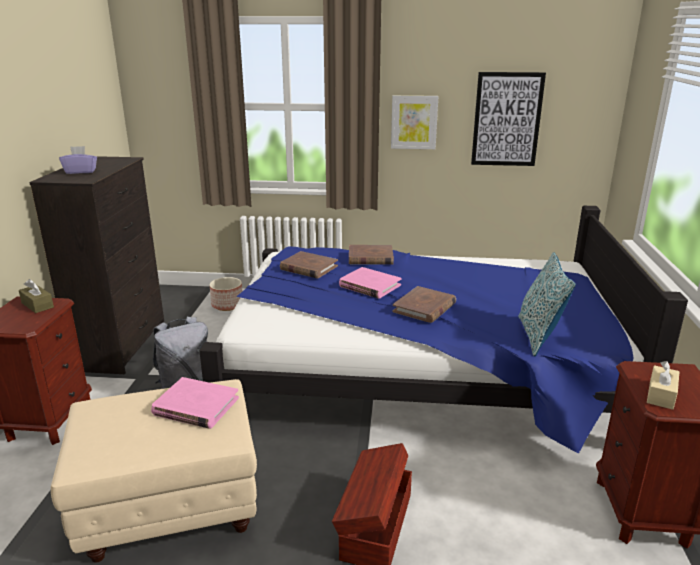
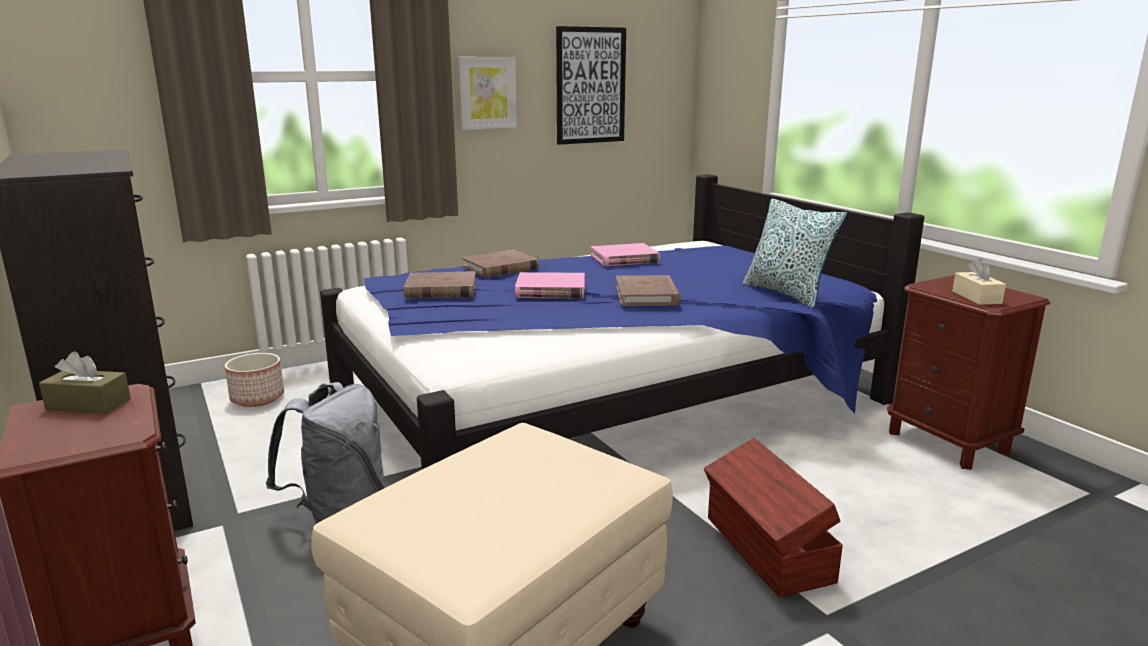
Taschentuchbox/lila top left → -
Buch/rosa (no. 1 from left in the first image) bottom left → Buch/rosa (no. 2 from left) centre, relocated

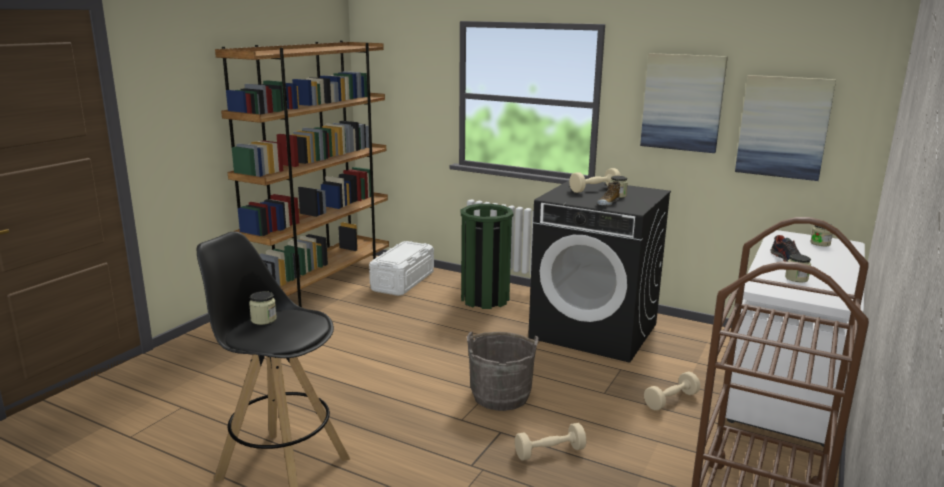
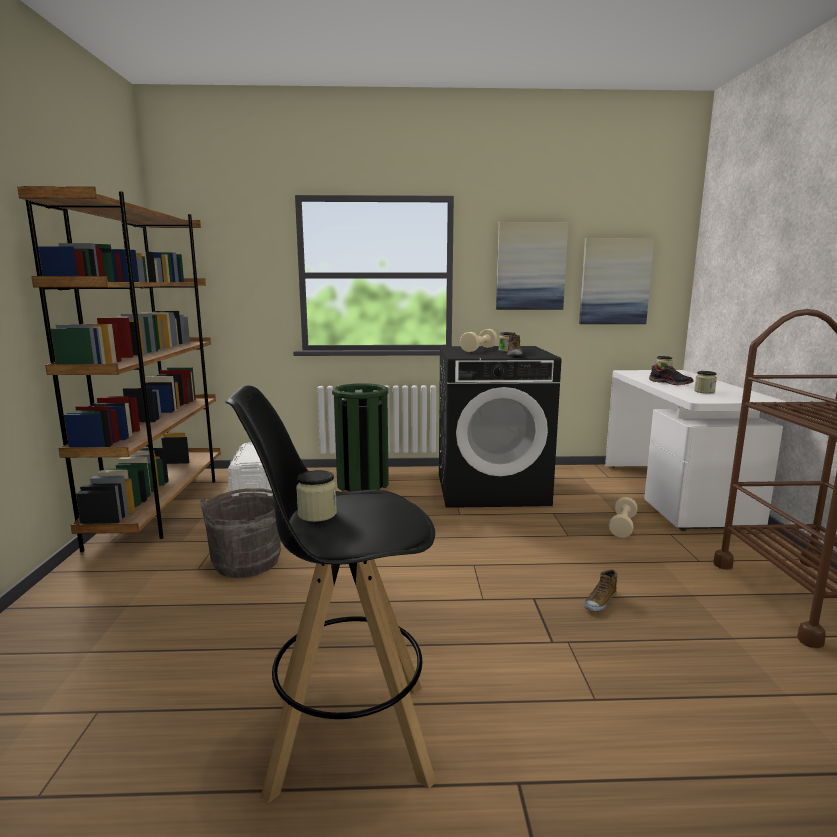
Eimer/grau bottom centre → Eimer/grau middle left, relocated
Hantel/beige (no. 1 from left) bottom centre → Schuh (no. 2 from left) bottom right

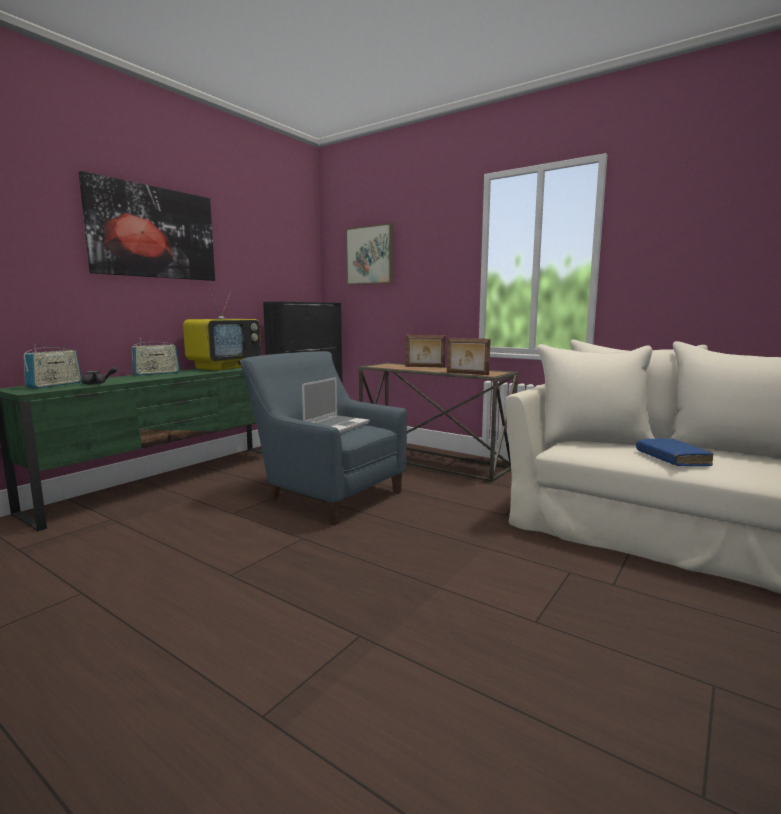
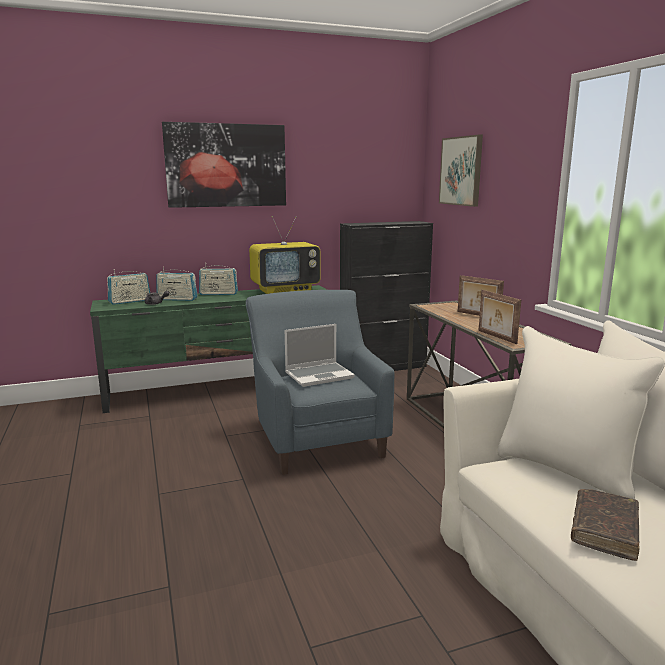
- → Radio (no. 2 from left) middle left
Buch/blau middle right → Buch/braun bottom right

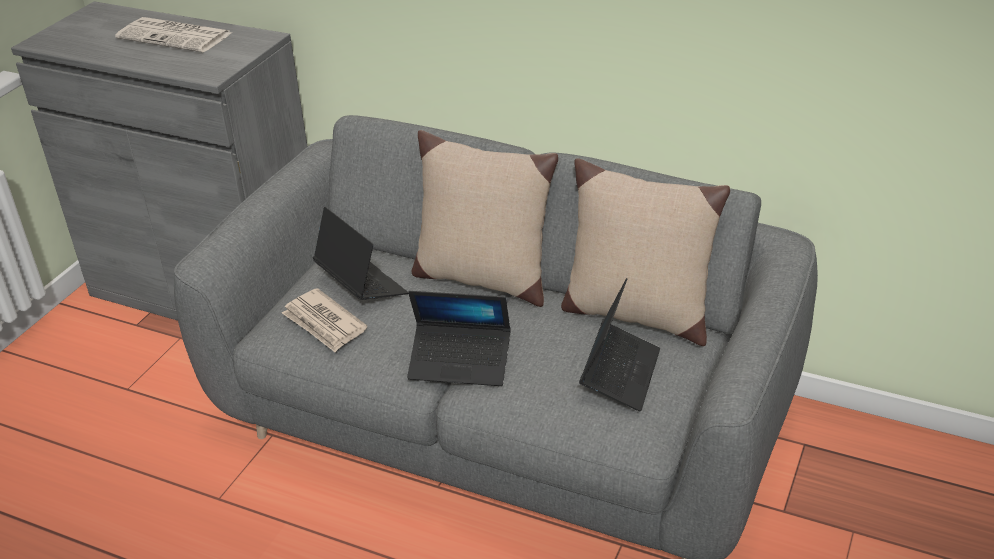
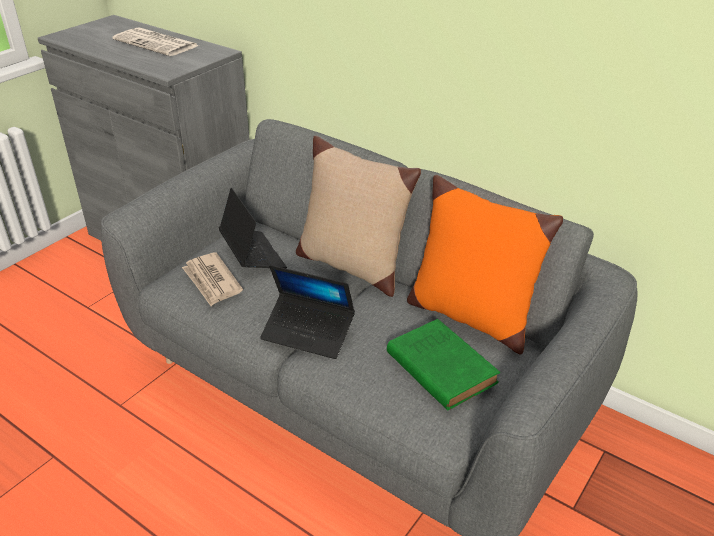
Laptop (no. 3 from left) centre → Buch/grün bottom centre
Kissen/beige (no. 2 from left) centre → Kissen/orange middle right

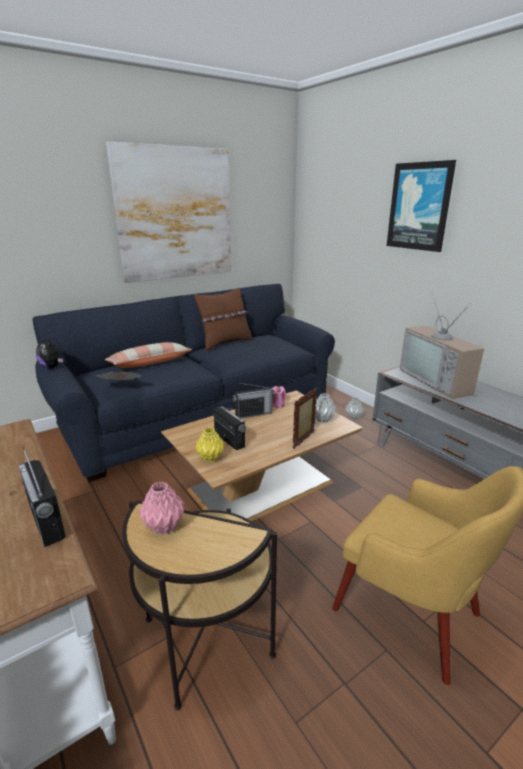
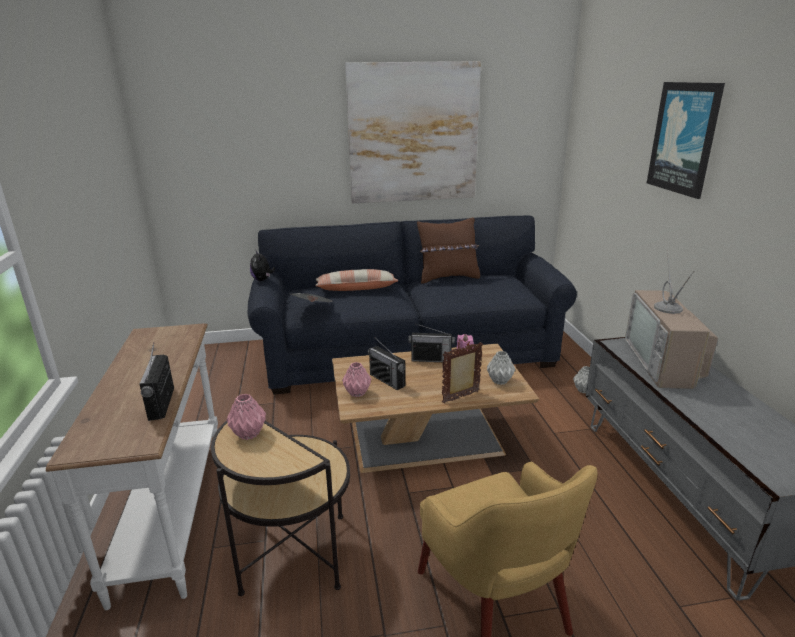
Vase/gelb centre → Vase/rosa (no. 2 from left) centre
Radio (no. 2 from left) centre, 150 degrees clockwise

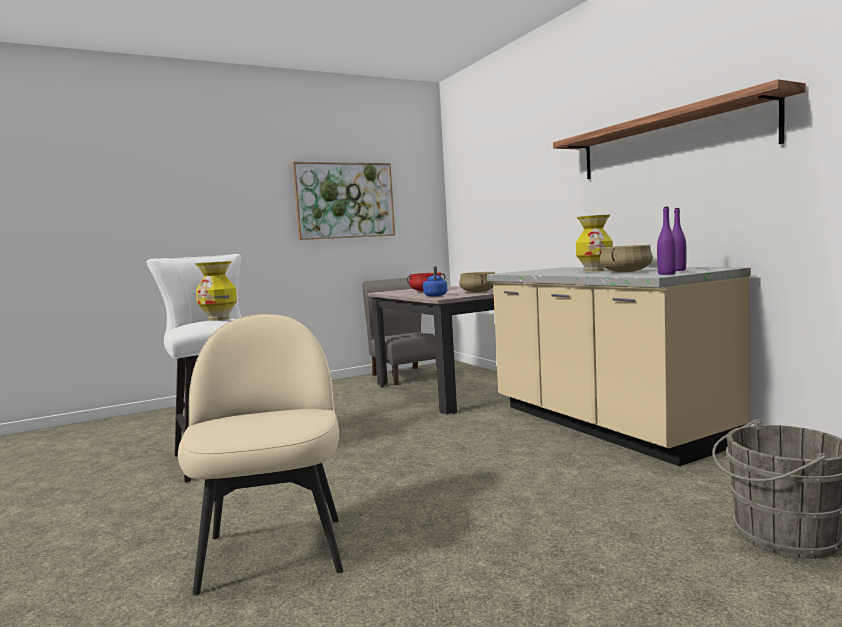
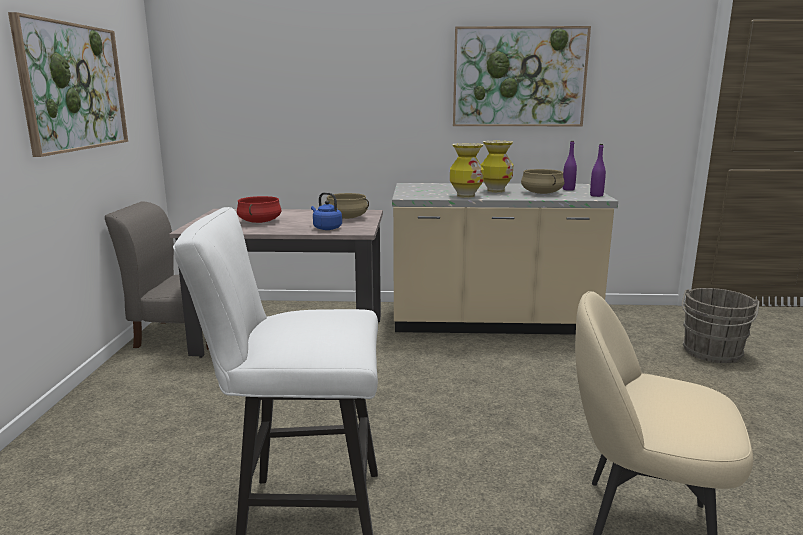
Vase (no. 1 from left) middle left → Vase (no. 1 from left) top centre, relocated
Wandregal top right → Bild (no. 2 from left) top centre

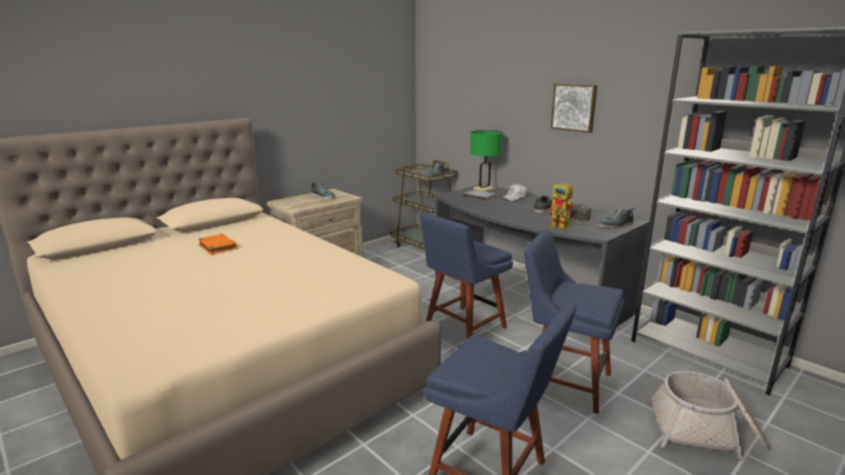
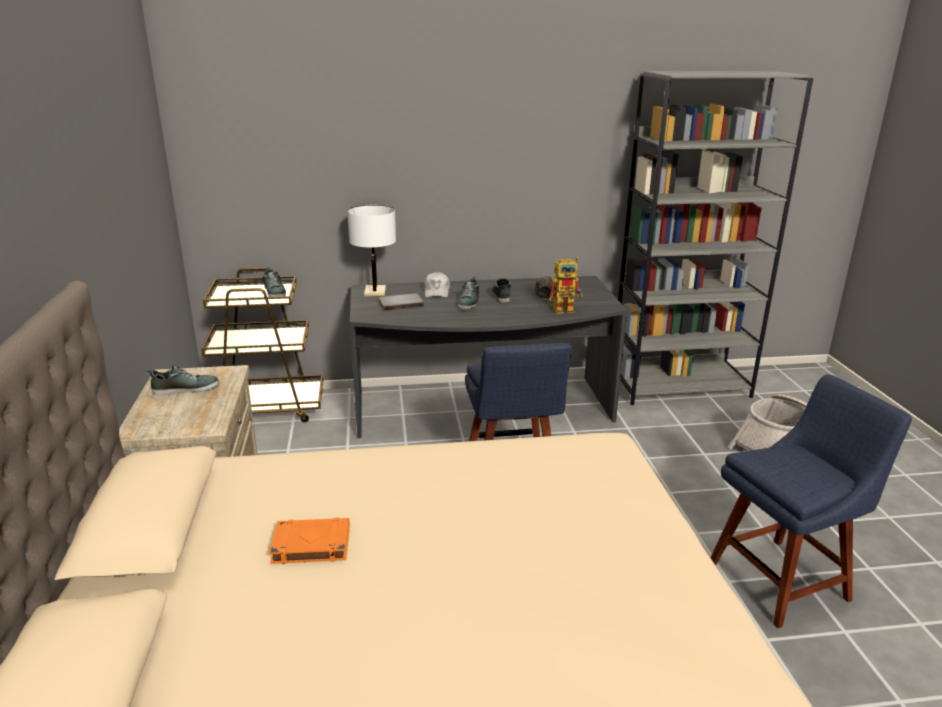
Stuhl/blau (no. 3 from left) bottom right → -
Bild top right → -
Schuh (no. 4 from left in the first image) middle right → Schuh (no. 3 from left) centre, relocated
Tischlampe/grün centre → Tischlampe/weiß centre

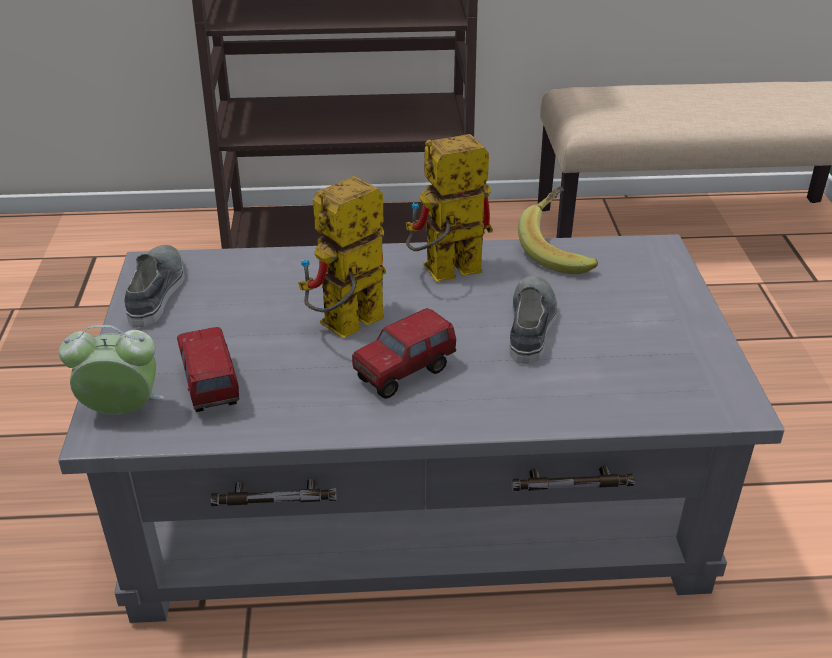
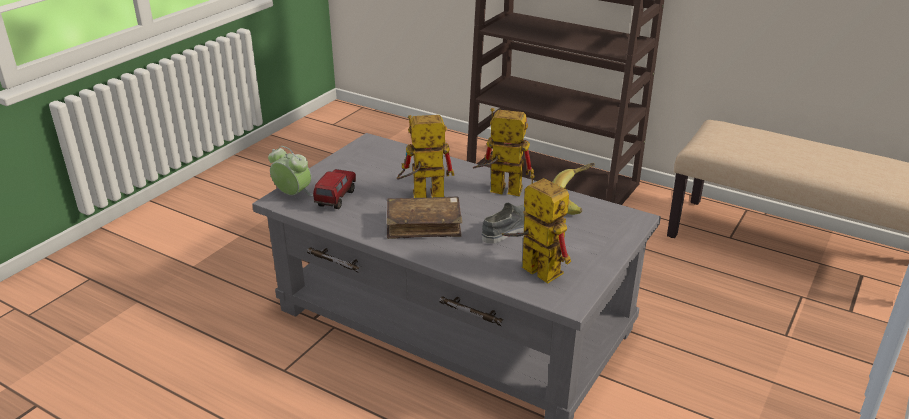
Schuh/grau (no. 1 from left) middle left → -
- → Spielzeugroboter (no. 3 from left) centre
Spielzeuglaster (no. 2 from left) centre → Buch/braun centre

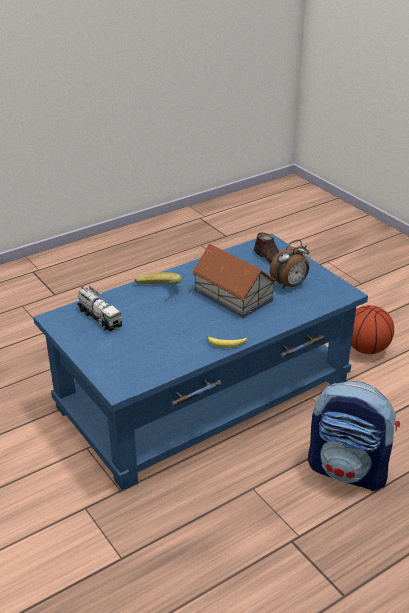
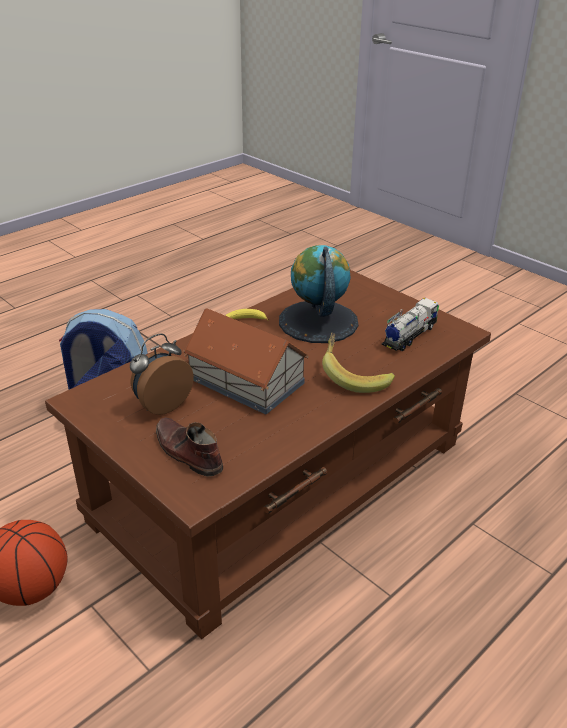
- → Globus centre
Couchtisch/blau centre → Couchtisch/braun centre
Spielzeuglaster middle left → Spielzeuglaster middle right, 90 degrees clockwise

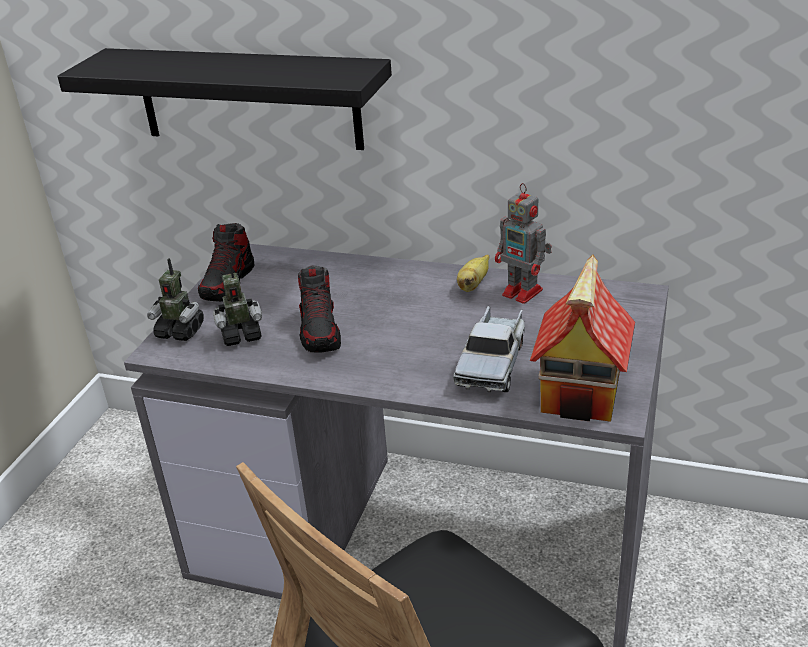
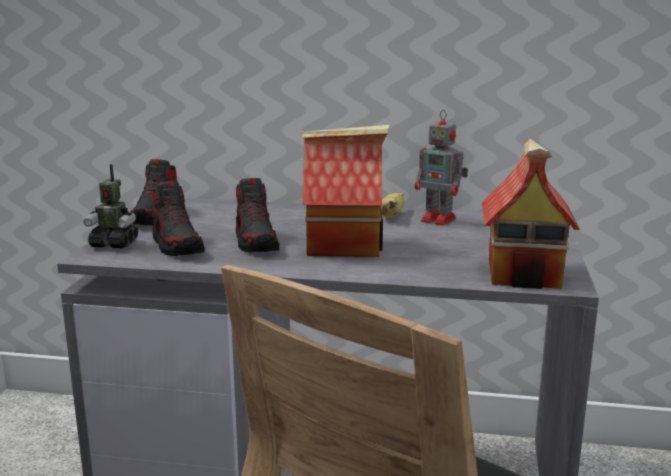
Wandregal/schwarz top left → -
Spielzeuglaster centre → -
- → Spielzeughaus (no. 1 from left) centre
Spielzeugroboter (no. 2 from left) middle left → Schuh (no. 2 from left) middle left

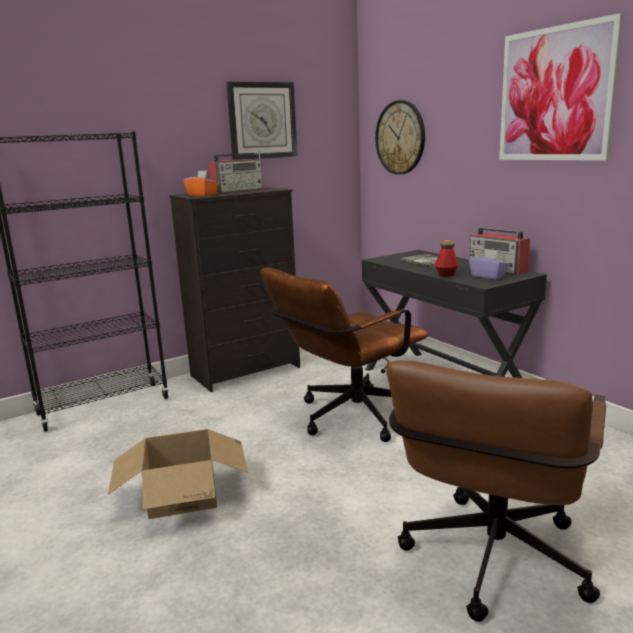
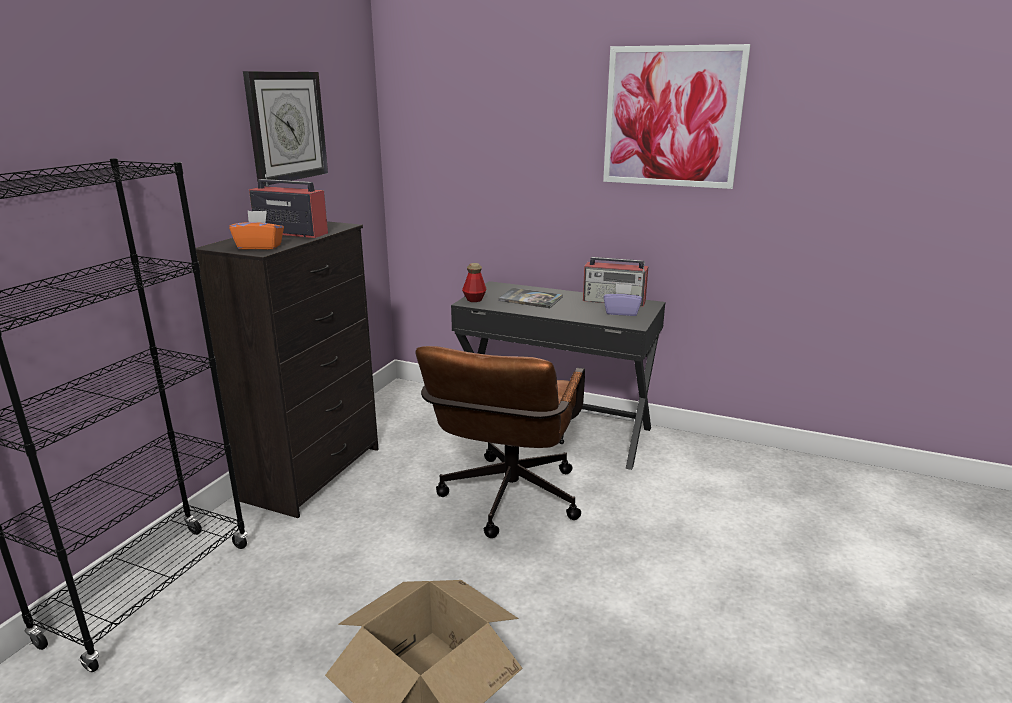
Wanduhr (no. 2 from left) top centre → -
Bürostuhl/braun (no. 2 from left) bottom right → -
Flasche middle right → Flasche centre, relocated
Radio (no. 1 from left) top centre → Radio (no. 1 from left) top left, 90 degrees counterclockwise

